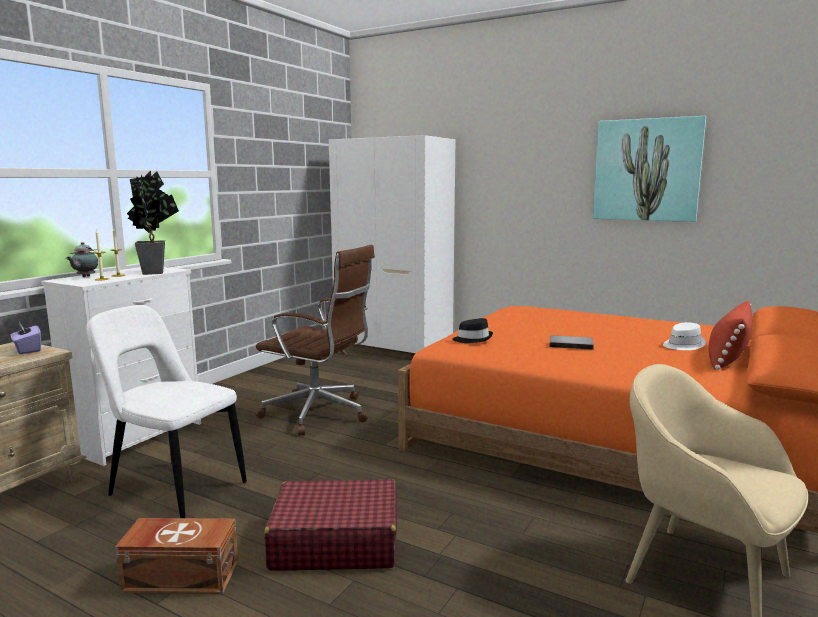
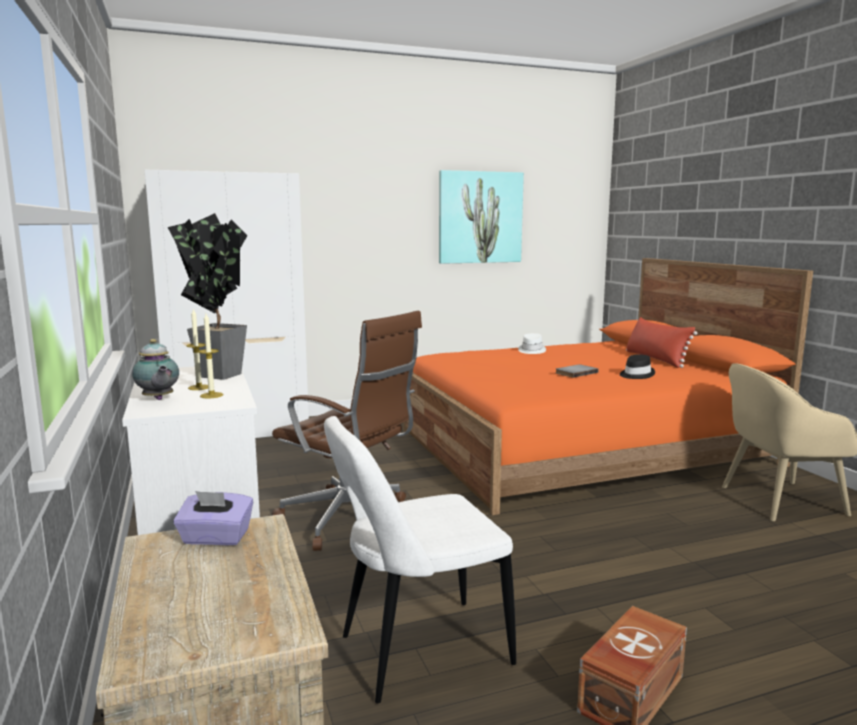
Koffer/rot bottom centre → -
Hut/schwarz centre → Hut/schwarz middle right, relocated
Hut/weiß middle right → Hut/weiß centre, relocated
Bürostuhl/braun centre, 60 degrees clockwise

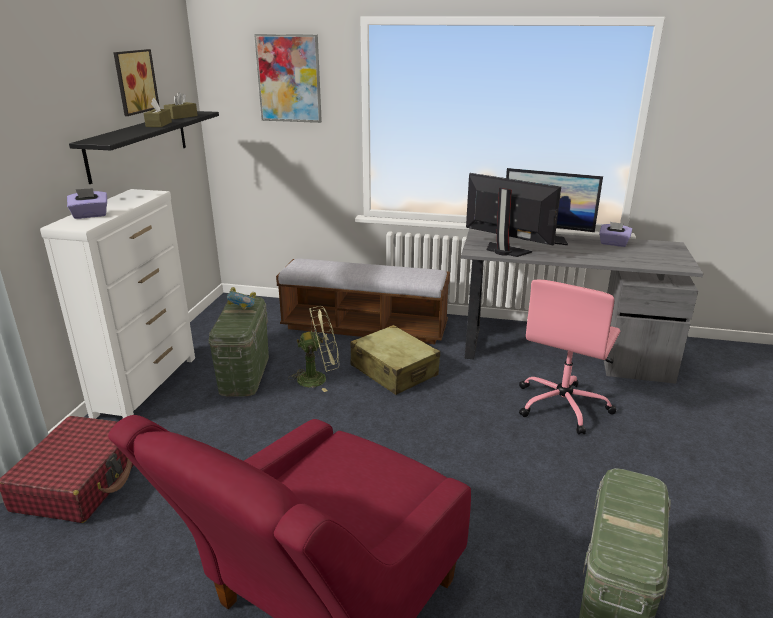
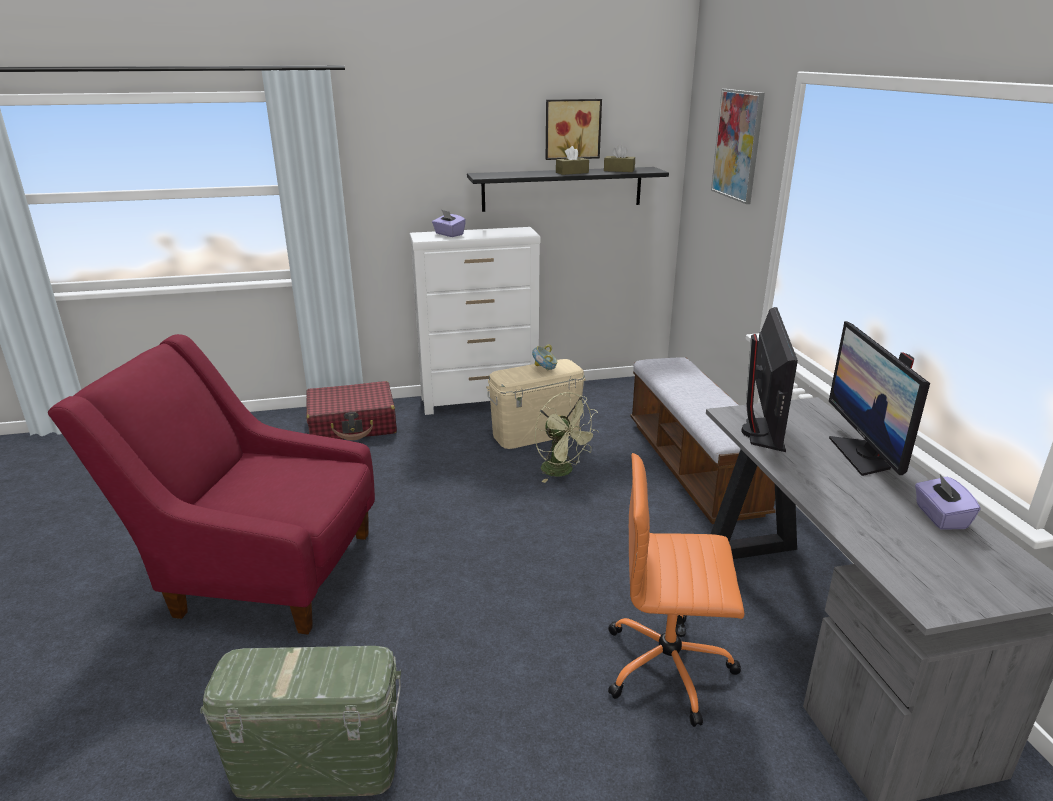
Koffer/beige centre → -
Aufbewahrungsbox/grün (no. 1 from left) middle left → Aufbewahrungsbox/beige centre
Bürostuhl/rosa middle right → Bürostuhl/orange bottom centre

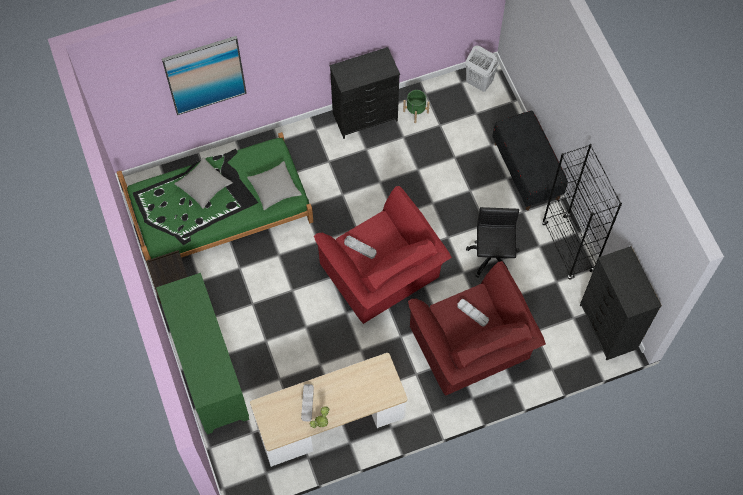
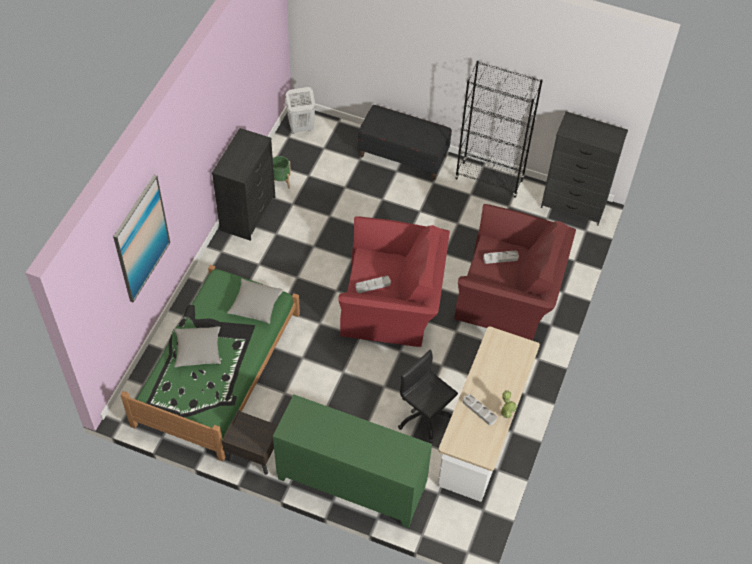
Bürostuhl/schwarz centre → Bürostuhl/schwarz bottom centre, relocated

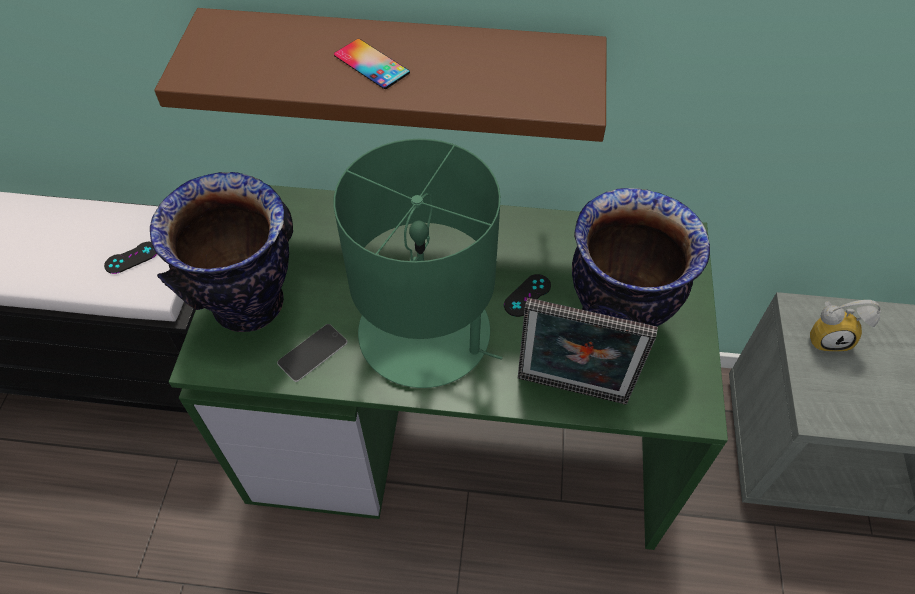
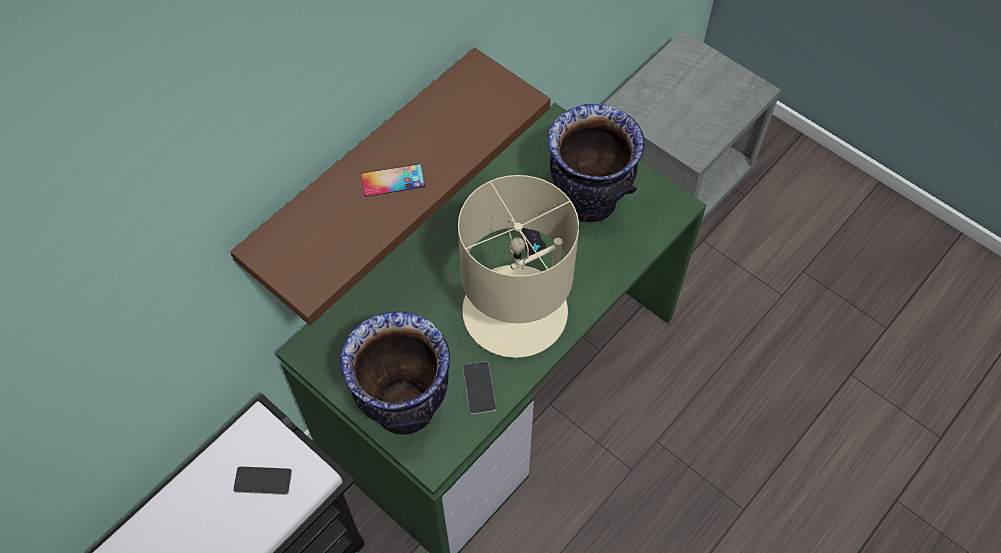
Bilderrahmen centre → -
Wecker middle right → -
Gamepad/schwarz (no. 1 from left) middle left → Handy (no. 1 from left) bottom left
Tischlampe/grün centre → Tischlampe/beige centre

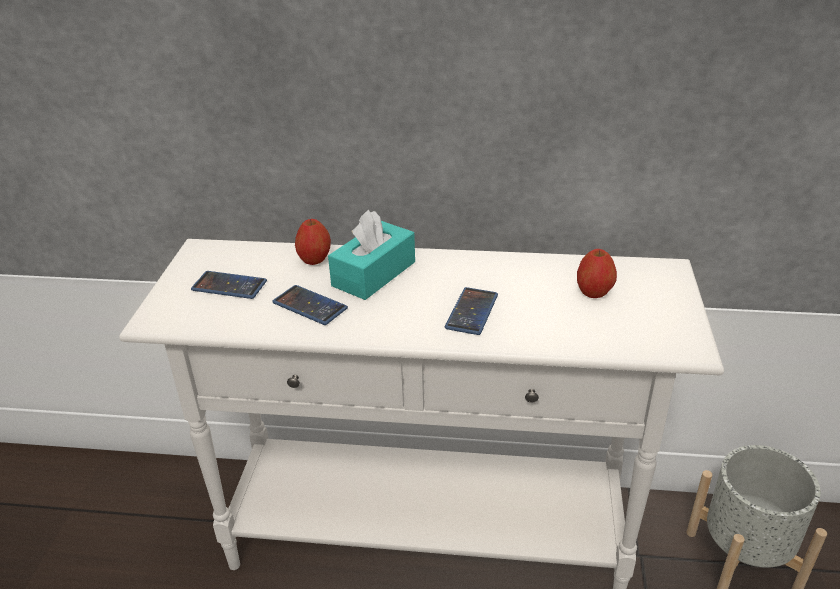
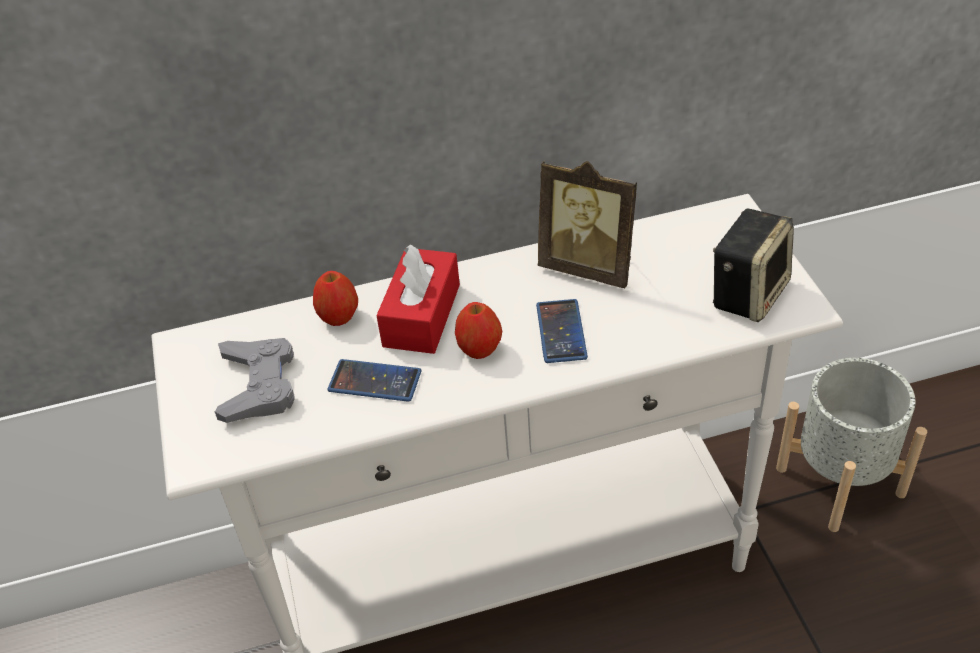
- → Bilderrahmen centre
- → Lautsprecher middle right
Apfel (no. 2 from left) middle right → Apfel (no. 2 from left) centre, relocated
Handy (no. 1 from left) middle left → Gamepad/grau middle left
Taschentuchbox/türkis centre → Taschentuchbox/rot centre

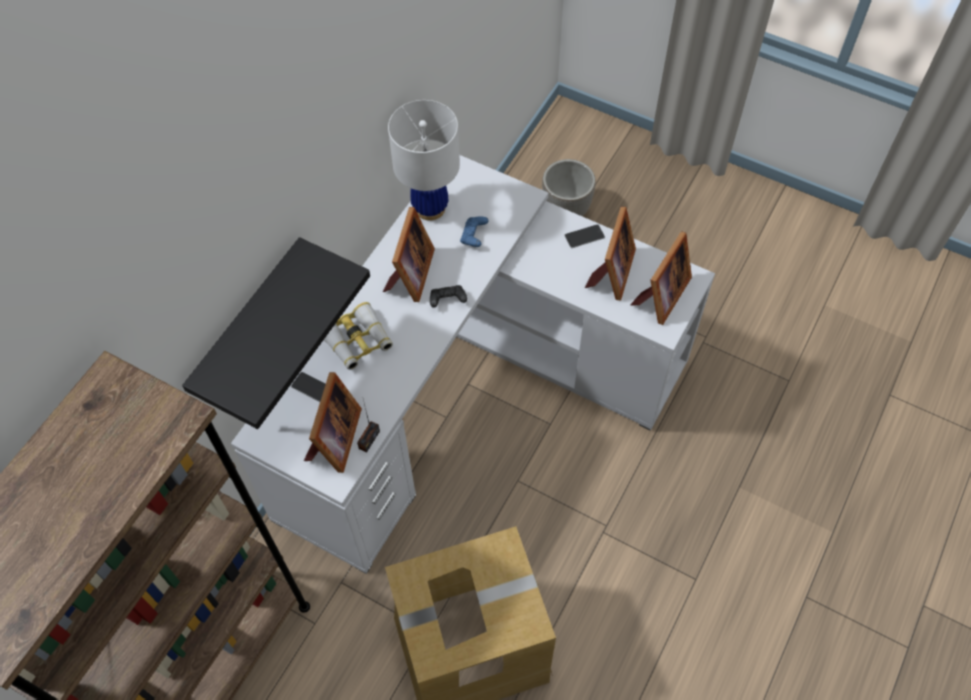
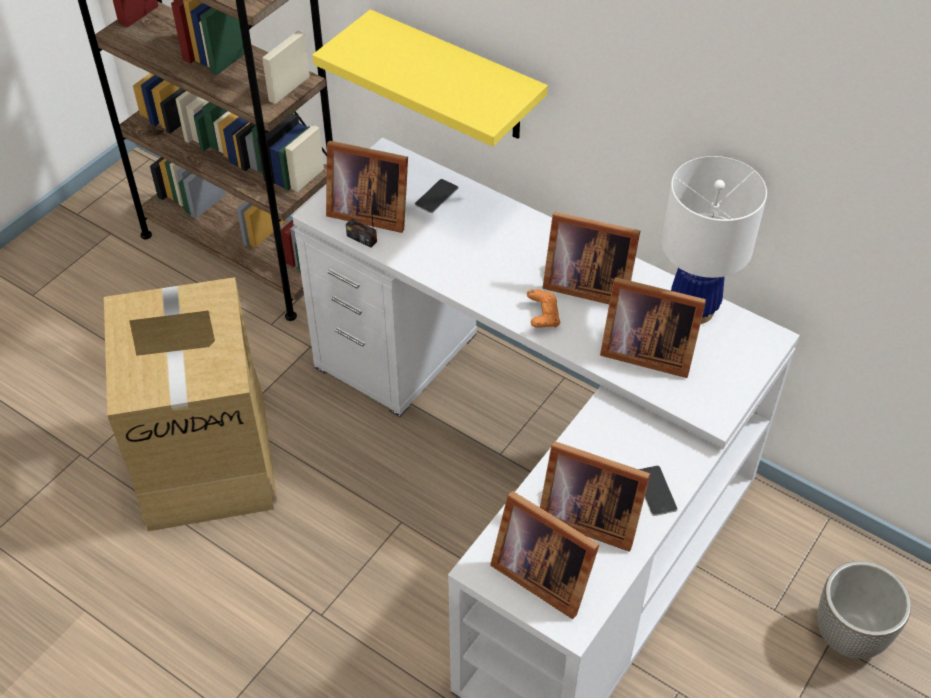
Fernglas centre → -
Gamepad/blau top centre → Bilderrahmen (no. 5 from left) middle right
Wandregal/schwarz middle left → Wandregal/gelb top centre
Gamepad/schwarz centre → Gamepad/orange centre

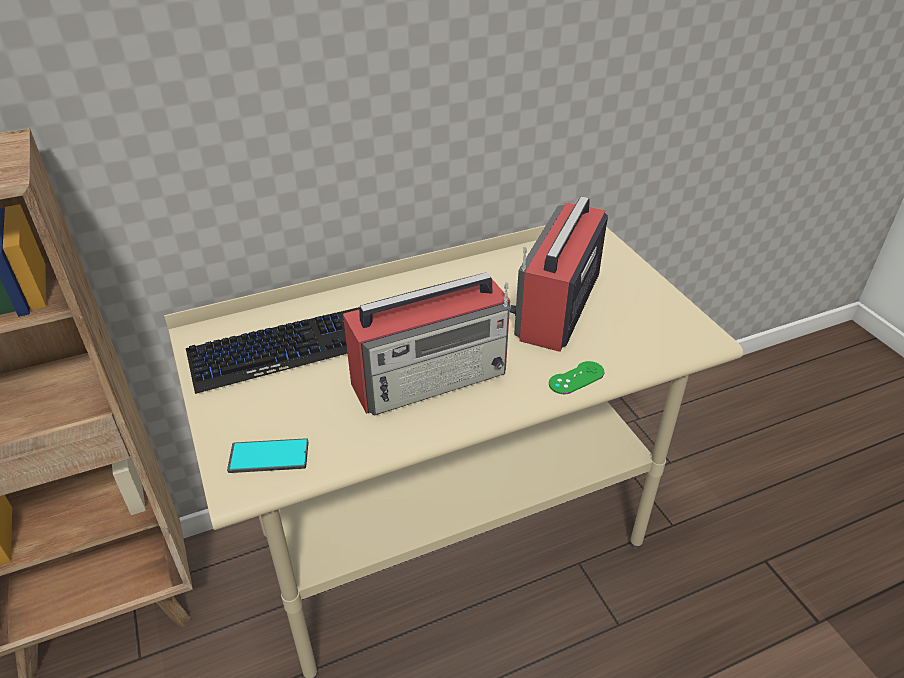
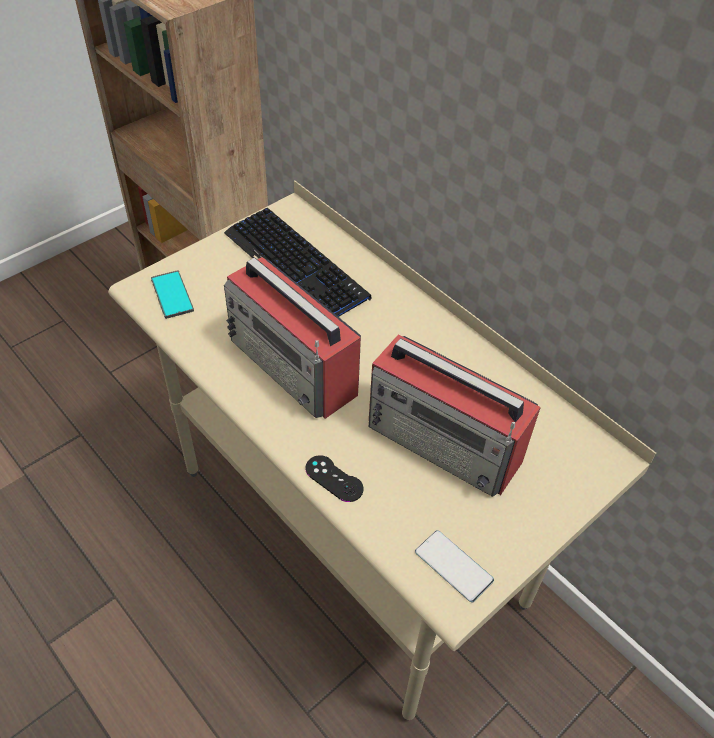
- → Handy (no. 2 from left) bottom centre
Gamepad/grün centre → Gamepad/schwarz centre
Radio (no. 2 from left) centre, 150 degrees counterclockwise

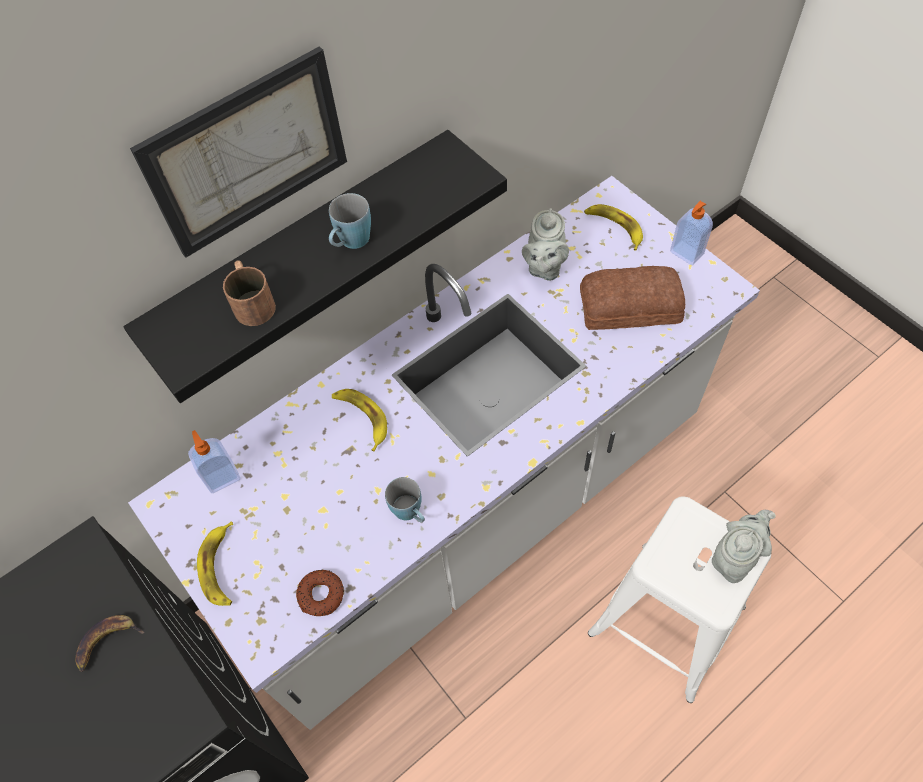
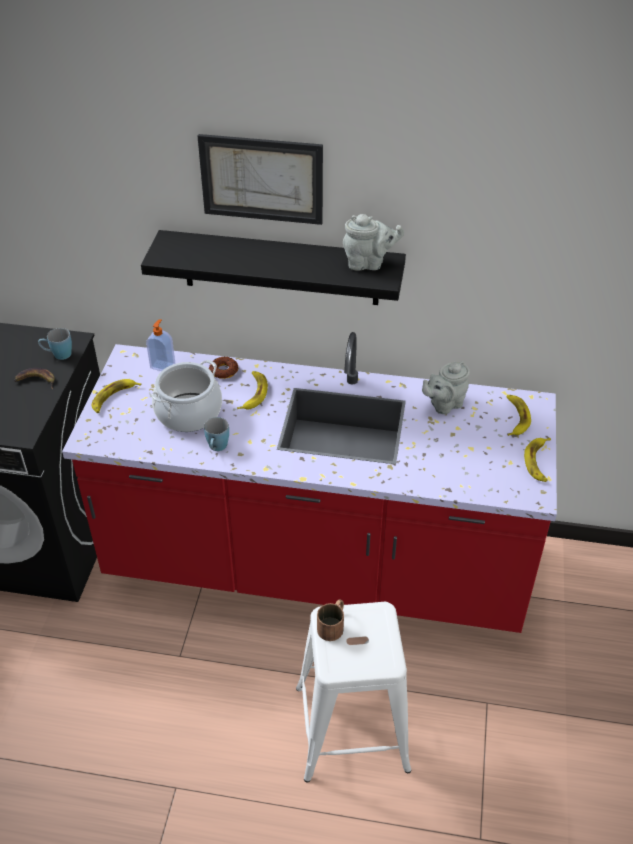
Brot middle right → -
- → Kochtopf middle left
Henkelbecher/braun middle left → Henkelbecher/braun bottom centre, relocated
Donut bottom centre → Donut centre, relocated
Henkelbecher/blau (no. 1 from left) top centre → Henkelbecher/blau (no. 1 from left) middle left, relocated
Teekanne/grau (no. 2 from left in the first image) bottom right → Teekanne/grau (no. 1 from left) top centre, relocated
Seifenspender (no. 2 from left) top right → Banane (no. 5 from left) middle right
Küchenzeile/weiß centre → Küchenzeile/rot centre

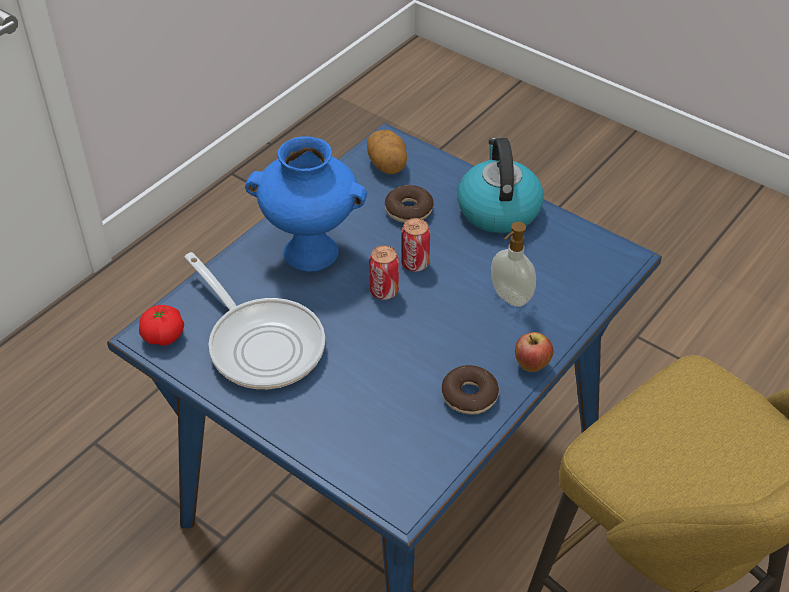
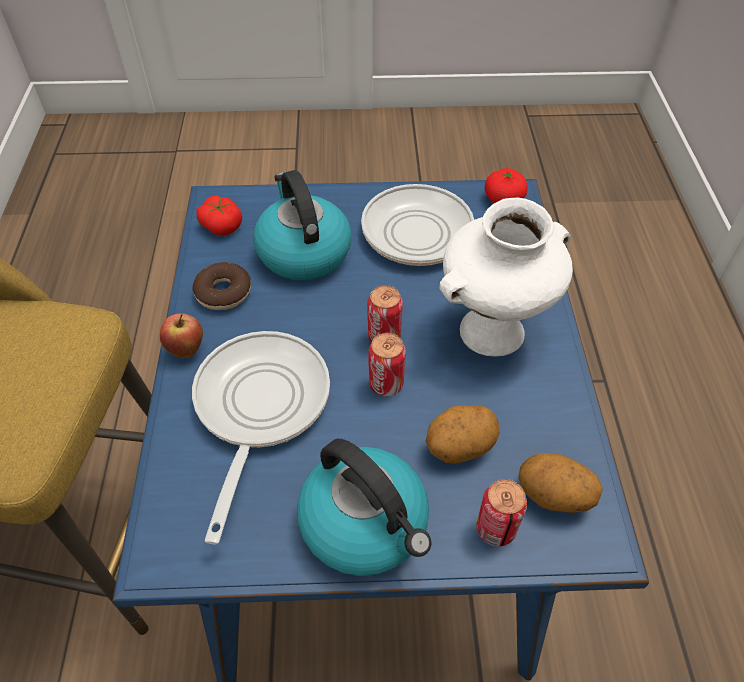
- → Tomate (no. 1 from left) top left
- → Wasserkessel (no. 1 from left) top centre
- → Dose (no. 3 from left) bottom right
Donut (no. 1 from left) centre → Kartoffel (no. 1 from left) centre
Seifenspender centre → Pfanne (no. 1 from left) centre
Vase/blau centre → Vase/weiß middle right

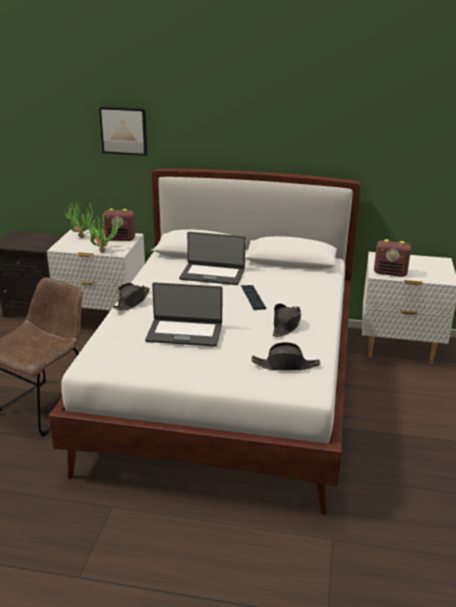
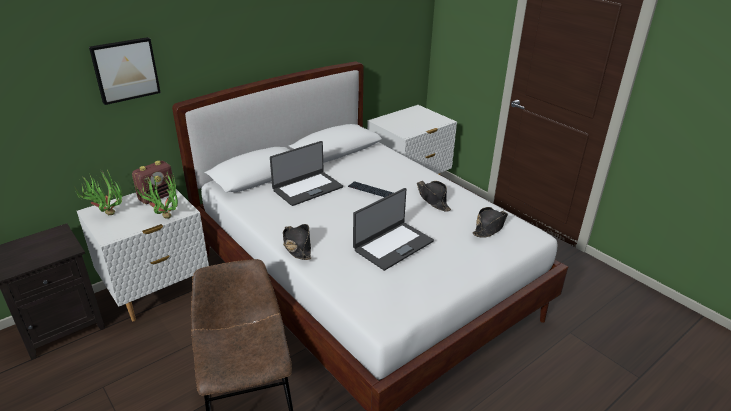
Radio (no. 2 from left) middle right → -

